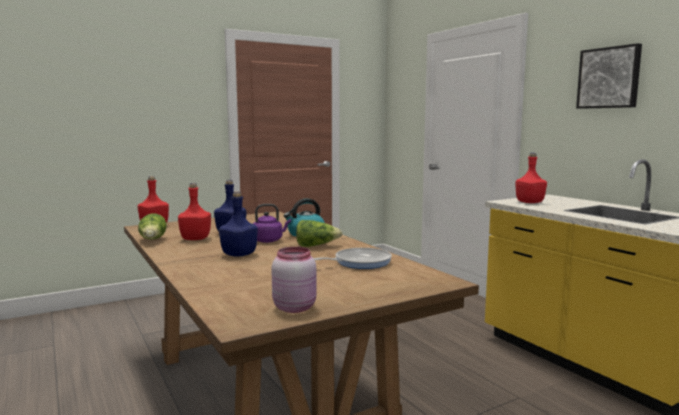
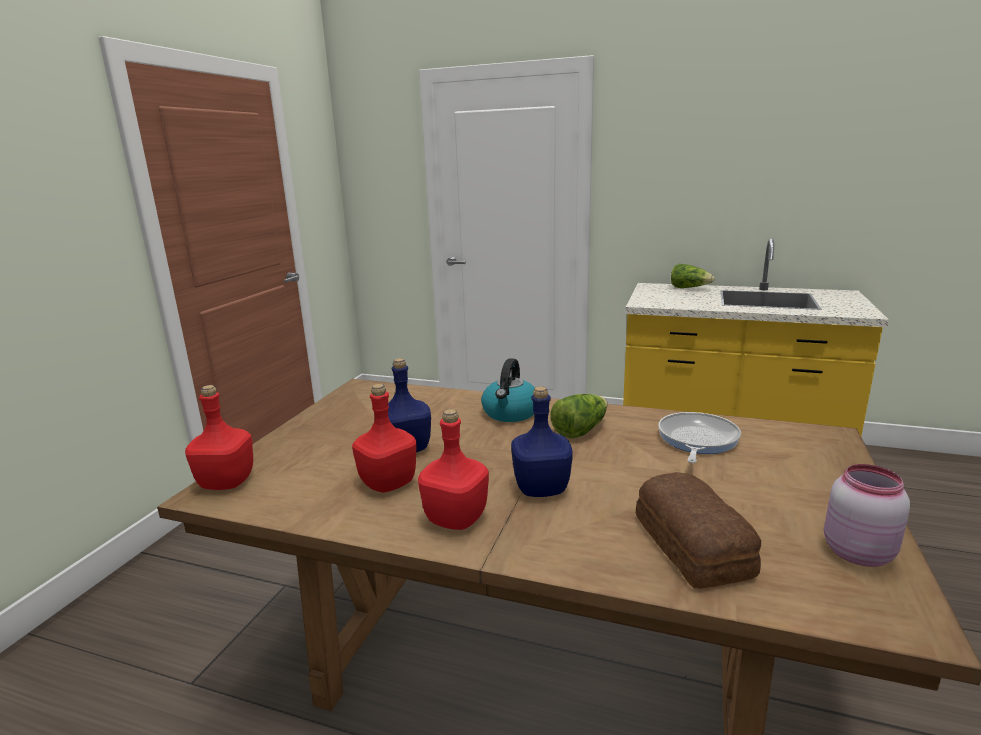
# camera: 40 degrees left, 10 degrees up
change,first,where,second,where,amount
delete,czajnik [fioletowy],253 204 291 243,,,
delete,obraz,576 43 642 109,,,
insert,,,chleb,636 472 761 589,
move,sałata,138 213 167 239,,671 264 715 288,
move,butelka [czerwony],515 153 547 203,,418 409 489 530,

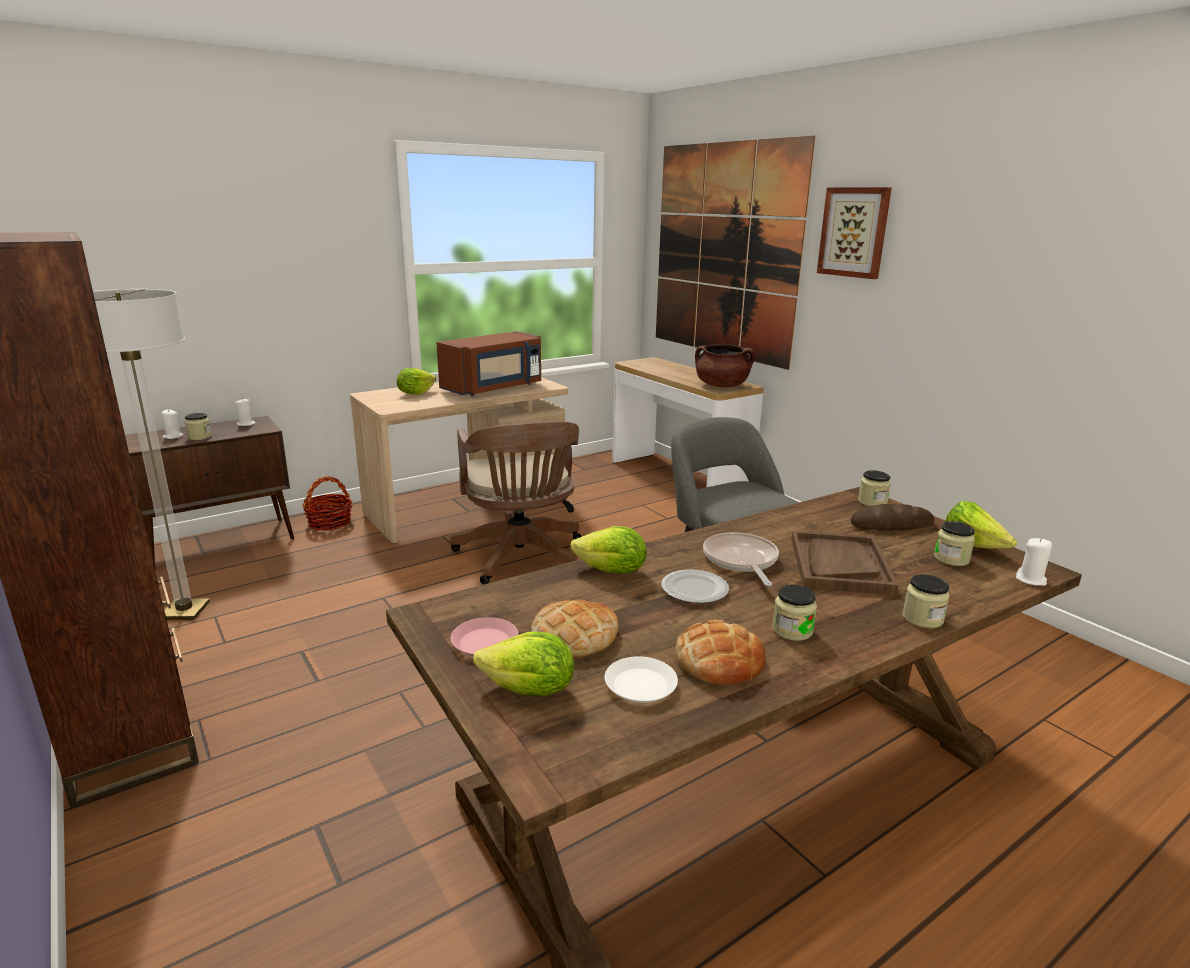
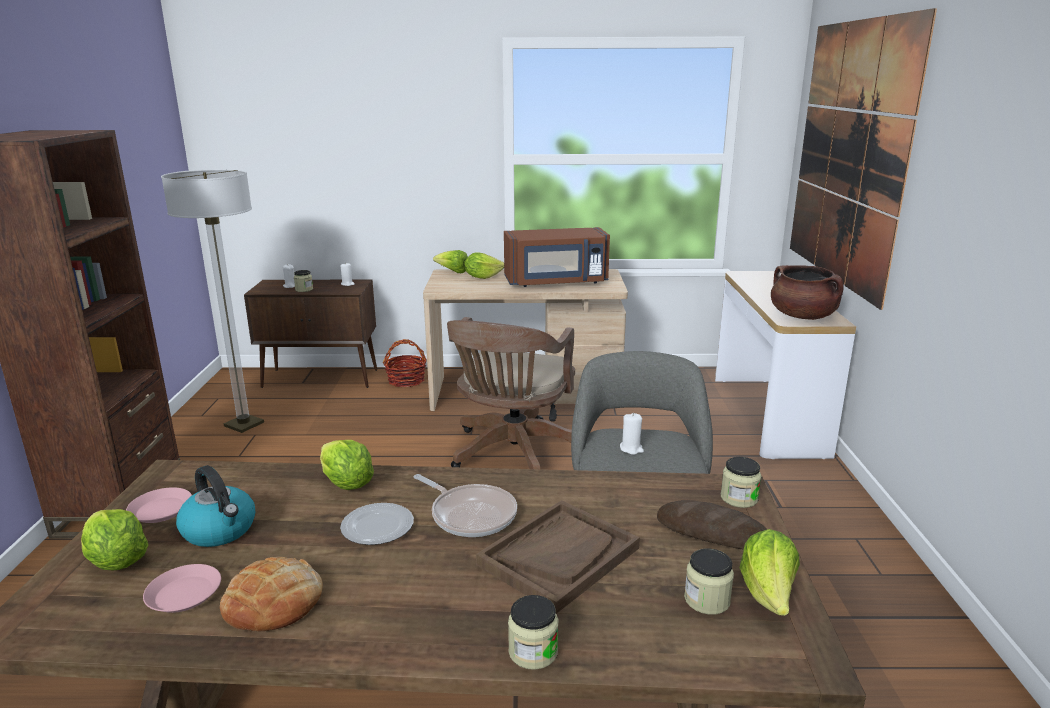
# camera: 35 degrees right, 0 degrees up
change,first,where,second,where,amount
delete,słoik,772 585 817 641,,,
delete,obraz,817 187 892 279,,,
insert,,,sałata,433 250 468 273,
move,świeca [biały],1016 538 1052 586,,620 413 644 455,
replace,chleb,531 599 619 658,czajnik,176 465 255 547,
recolor,talerz [biały],605 656 678 703,talerz [różowy],143 564 221 613,
rotate,patelnia,703 532 779 586,,414 474 517 537,105 degrees clockwise

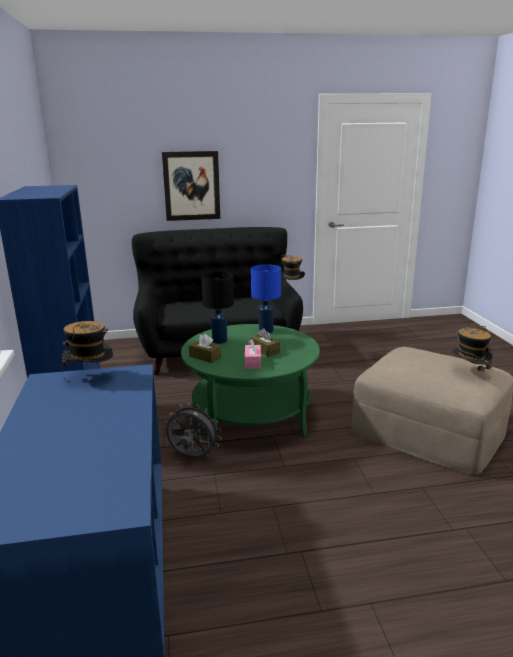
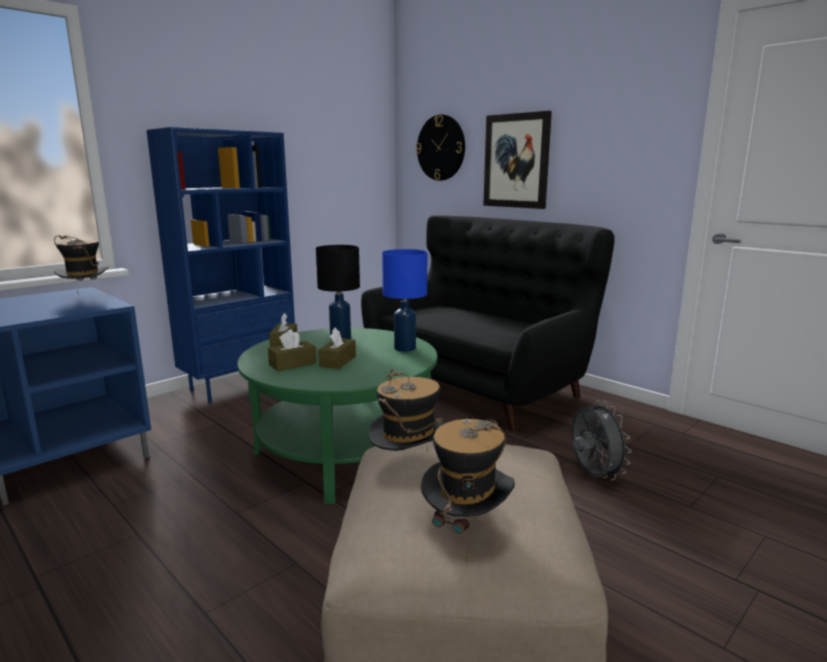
# camera: 55 degrees right, 5 degrees down
change,first,where,second,where,amount
insert,,,zegar ścienny,416 114 465 181,
move,wentylator [szary],166 403 222 459,,572 401 632 480,
move,kapelusz,281 255 305 286,,369 369 444 453,
recolor,pudełko chusteczek [różowy],245 339 261 369,pudełko chusteczek [brązowy],268 329 317 371,

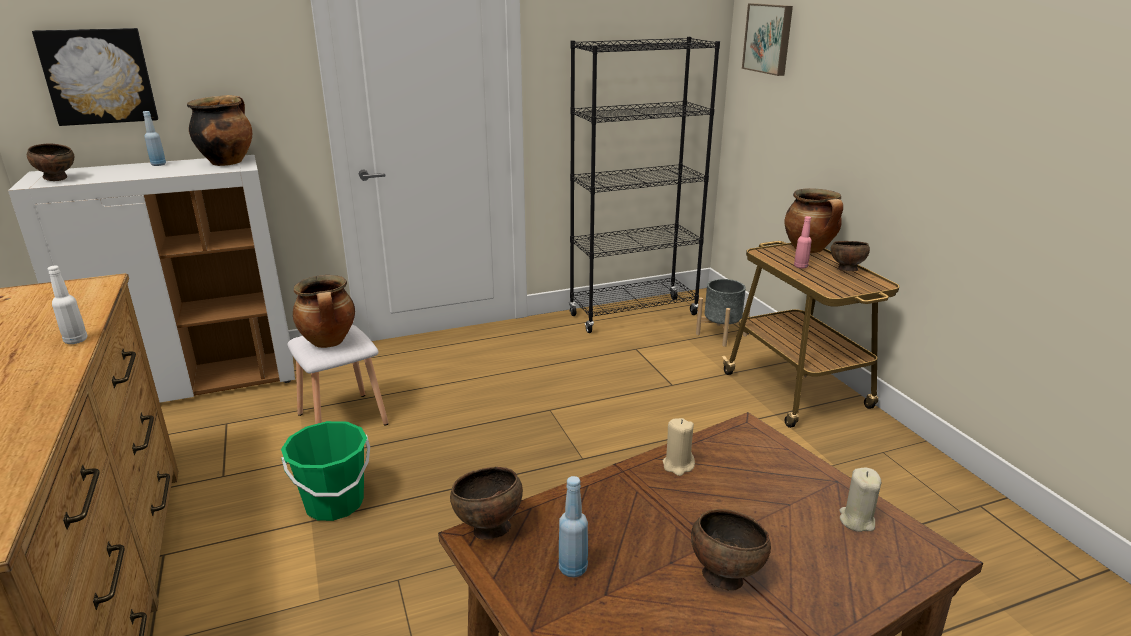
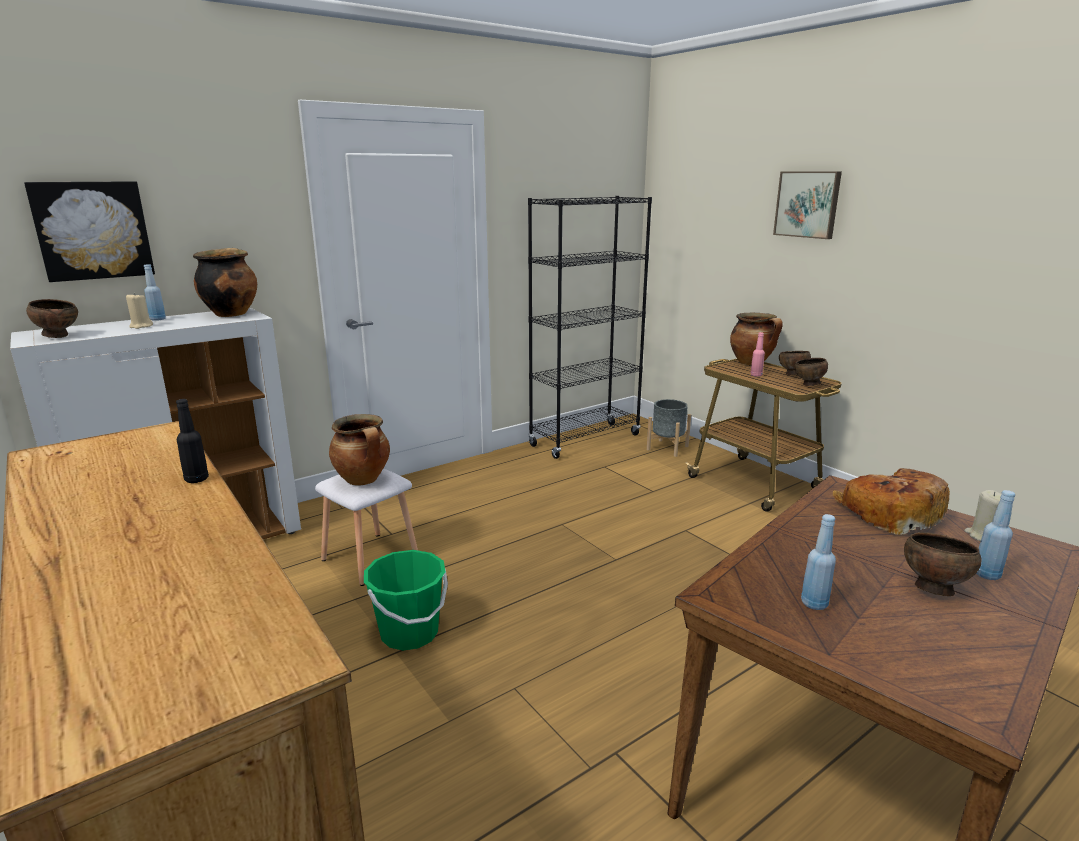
# camera: 15 degrees left, 5 degrees down
change,first,where,second,where,amount
insert,,,chleb,833 468 950 535,
insert,,,butelka [niebieski],976 490 1015 580,
move,miska [brązowy],450 467 523 540,,794 358 828 386,
move,świeca [beżowy],663 418 695 476,,126 293 153 329,
move,obraz,742 3 793 76,,773 171 842 239,
recolor,butelka [biały],48 266 88 344,butelka [czarny],176 399 209 483,

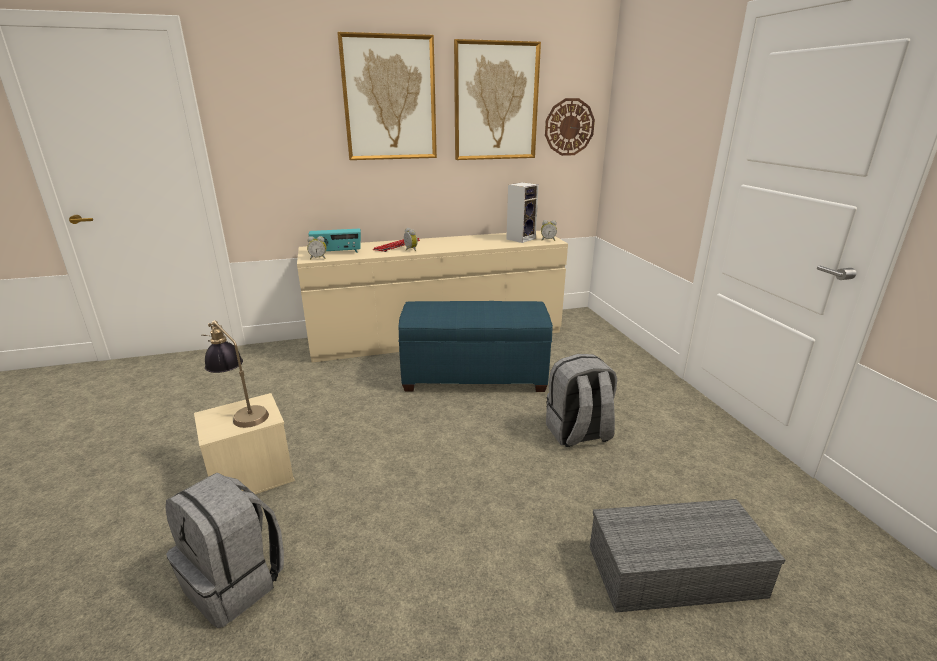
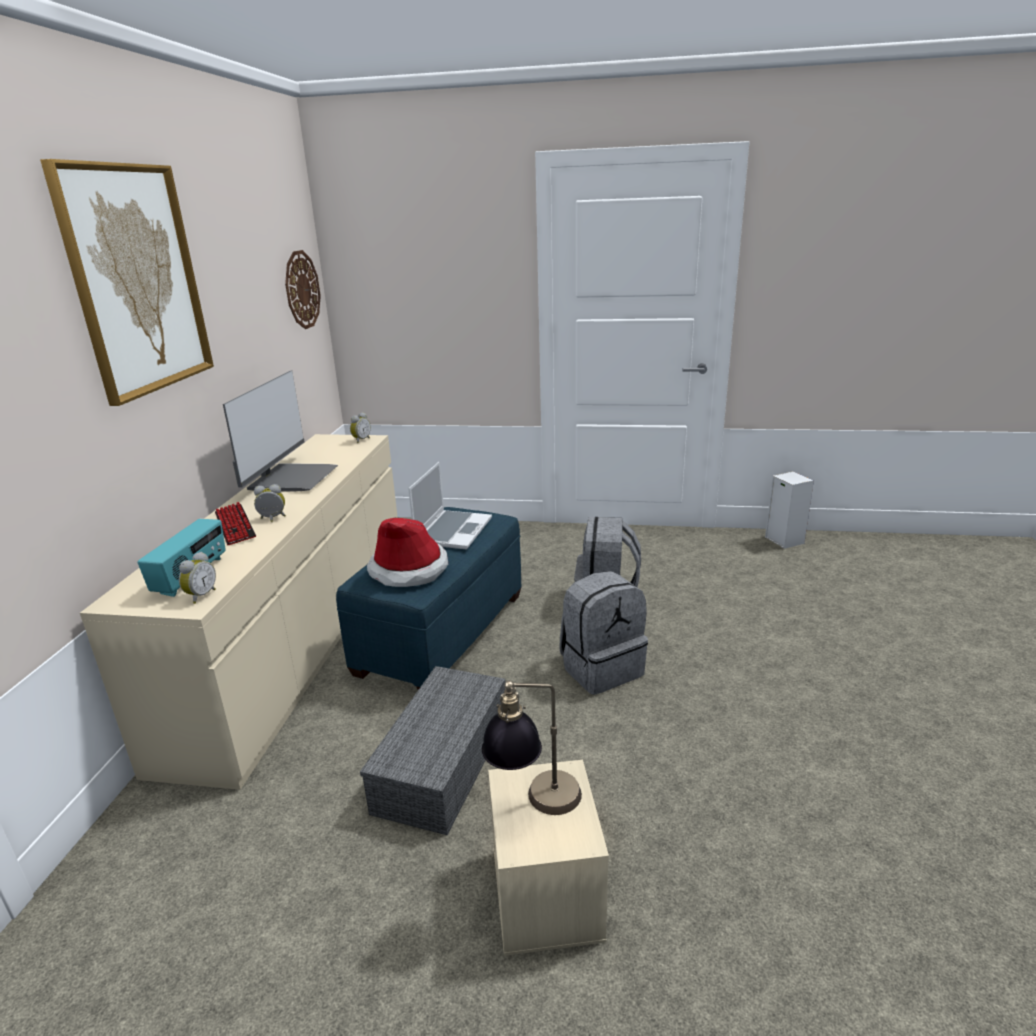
# camera: 65 degrees left, 0 degrees up
change,first,where,second,where,amount
delete,obraz,454 39 541 160,,,
insert,,,monitor,223 370 338 492,
insert,,,kapelusz,367 518 448 587,
insert,,,laptop,408 462 492 550,
move,plecak [szary],165 472 284 628,,559 571 648 695,
move,głośnik,506 182 539 243,,765 471 814 549,
move,pojemnik do przechowywania [szary],590 499 785 613,,360 666 505 835,

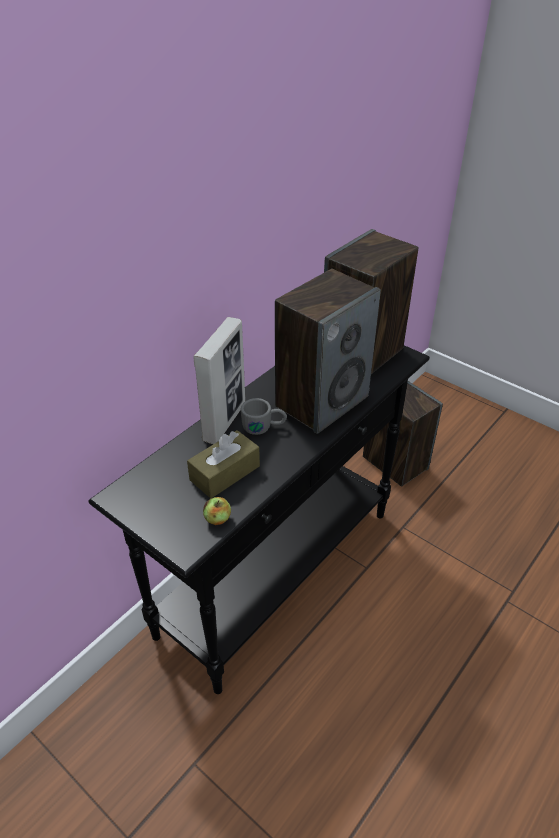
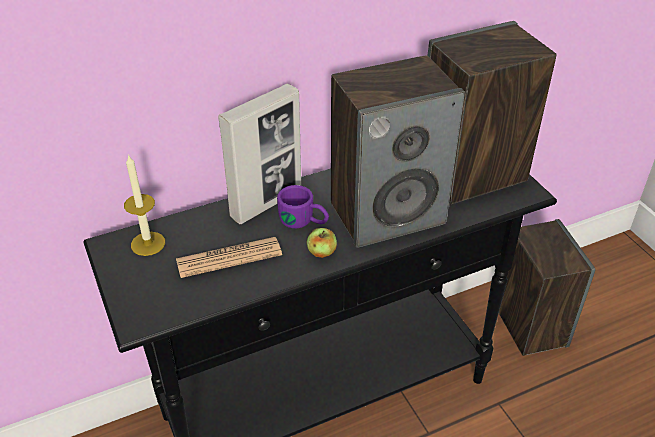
# camera: 25 degrees right, 0 degrees up
change,first,where,second,where,amount
insert,,,świeca,124 154 165 256,
move,jabłko,203 497 231 525,,307 228 337 258,
replace,pudełko chusteczek [brązowy],187 430 260 498,gazeta,176 237 282 278,
recolor,kubek [szary],241 398 287 435,kubek [fioletowy],277 185 329 228,

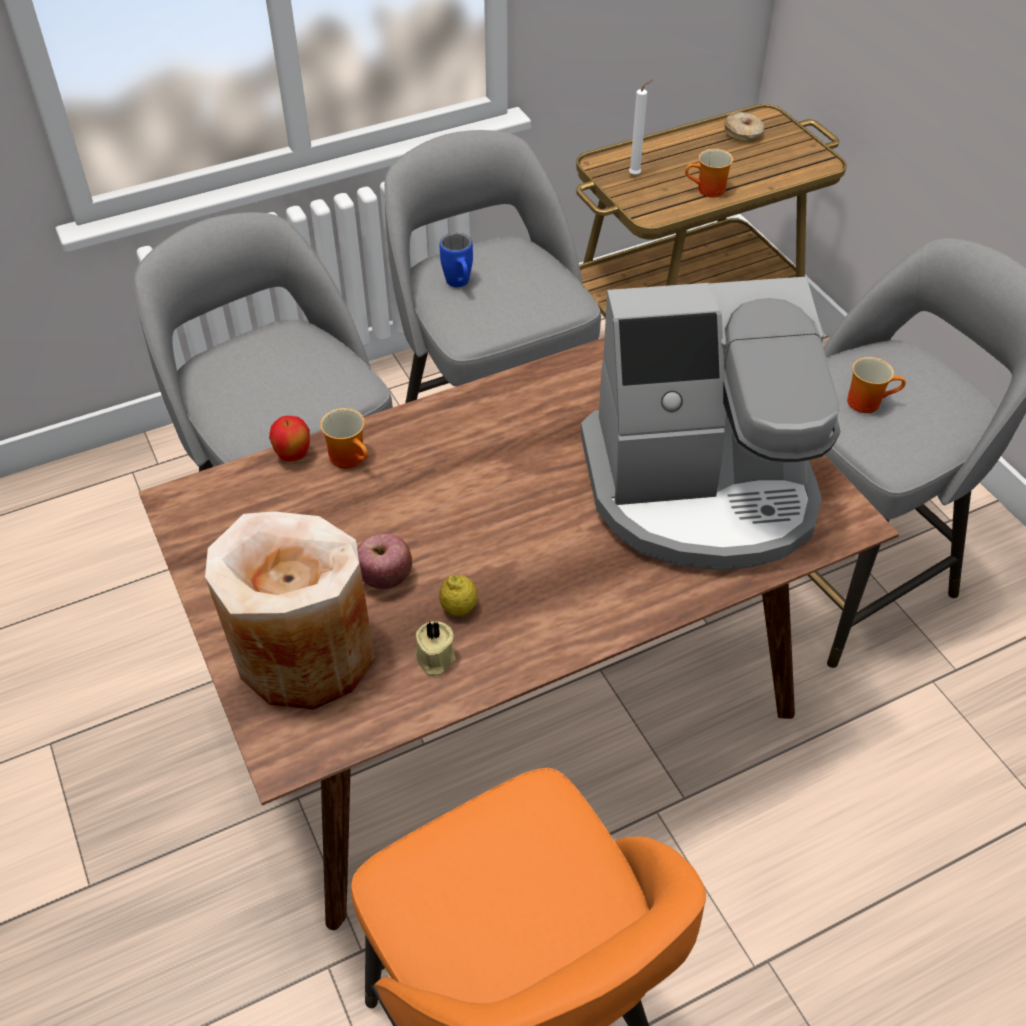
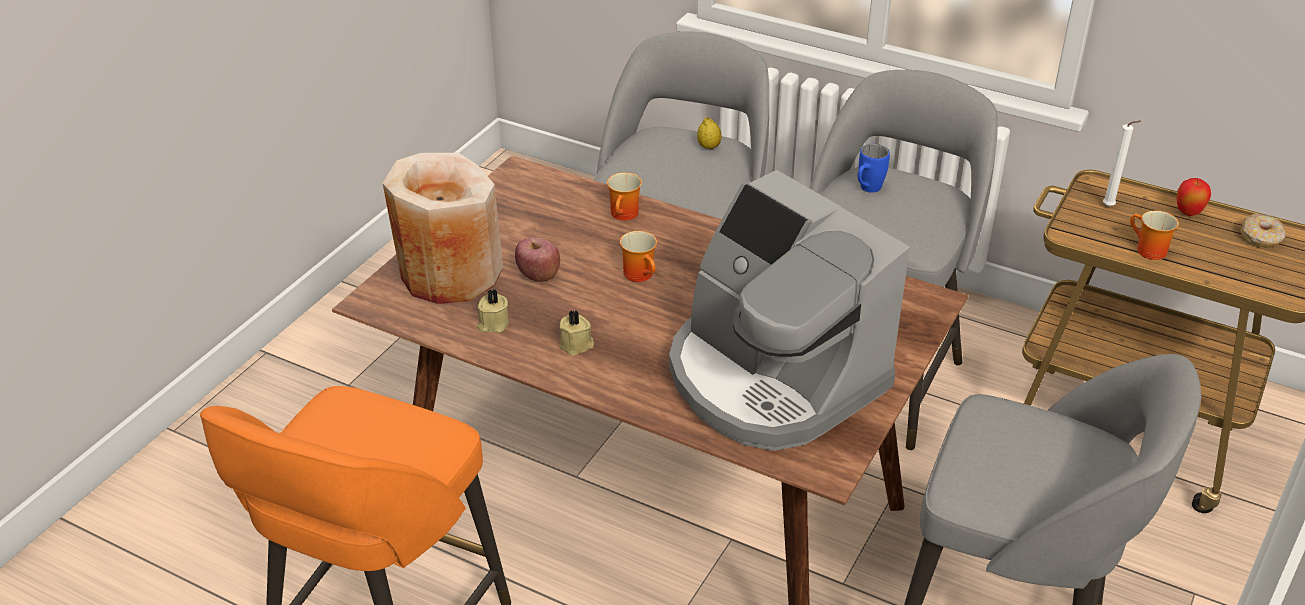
# camera: 55 degrees right, 10 degrees down
change,first,where,second,where,amount
insert,,,świeca [beżowy],560 310 594 356,
move,jabłko,269 416 310 461,,1177 178 1211 216,
move,cytryna,439 575 477 616,,697 117 721 149,
move,kubek,847 357 906 413,,620 231 657 282,

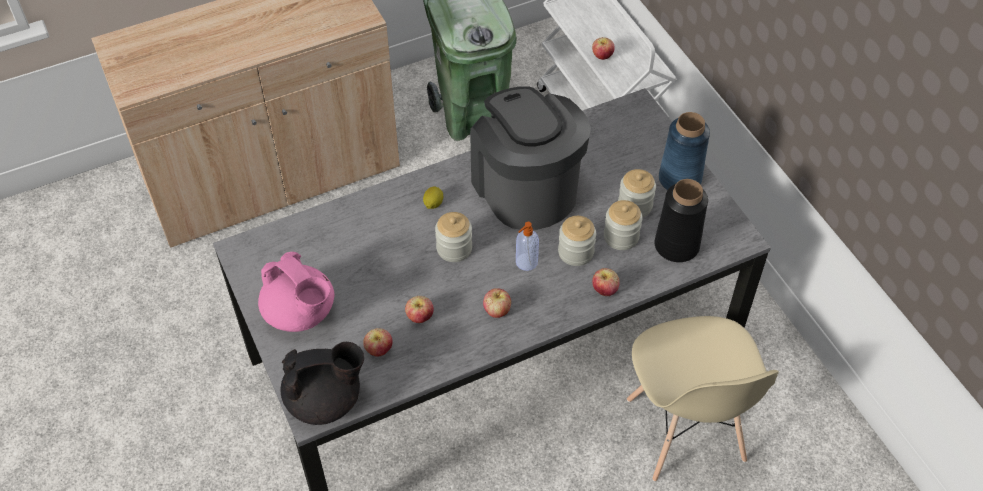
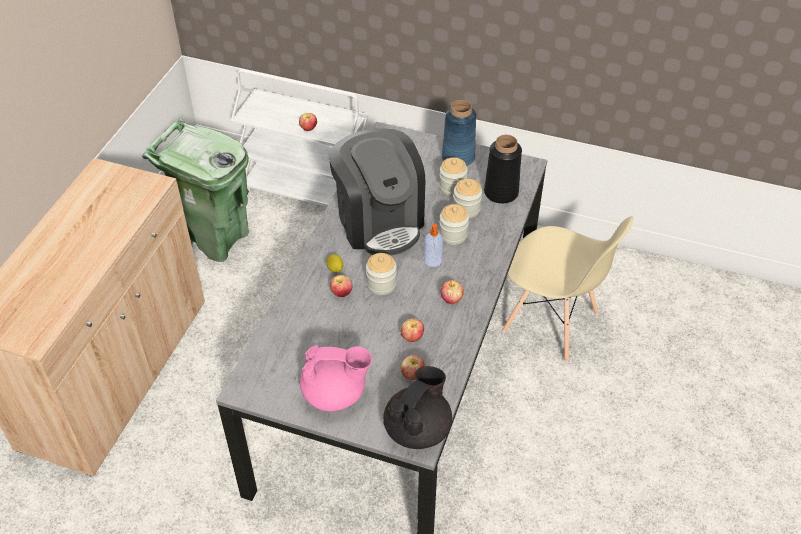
# camera: 45 degrees left, 5 degrees down
change,first,where,second,where,amount
move,jabłko,592 268 620 296,,330 275 353 297,
rotate,ekspres do kawy,470 86 591 230,,328 128 425 256,135 degrees counterclockwise

